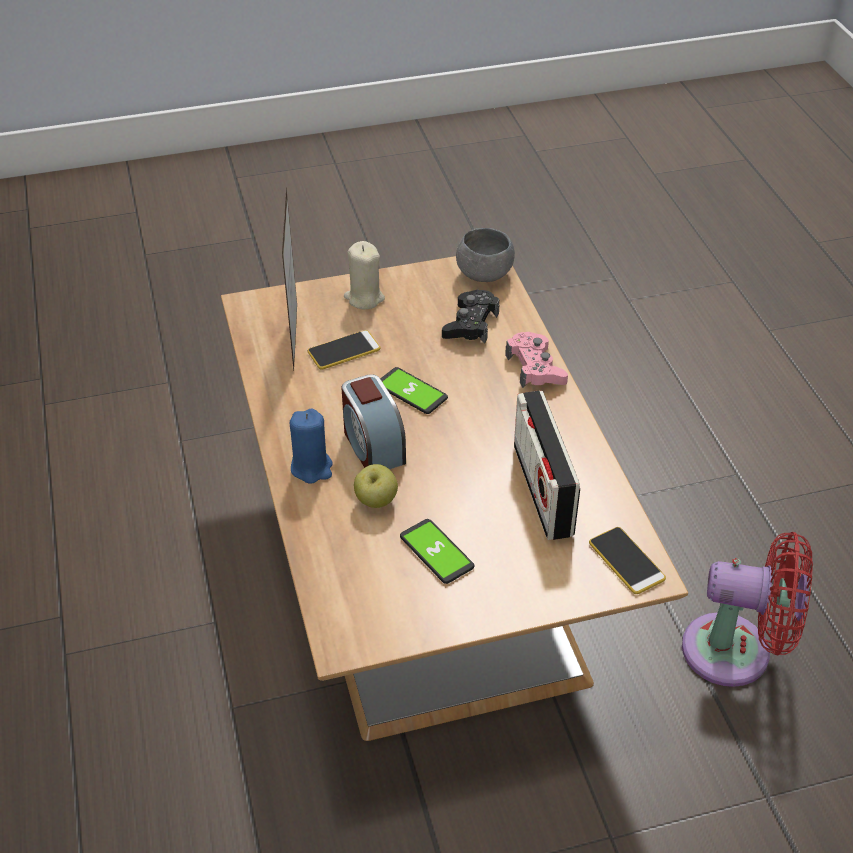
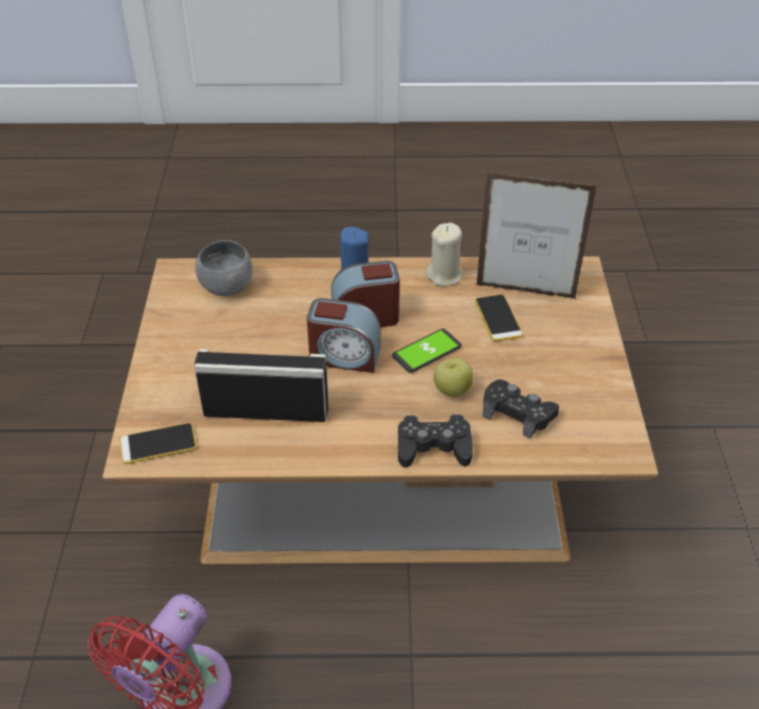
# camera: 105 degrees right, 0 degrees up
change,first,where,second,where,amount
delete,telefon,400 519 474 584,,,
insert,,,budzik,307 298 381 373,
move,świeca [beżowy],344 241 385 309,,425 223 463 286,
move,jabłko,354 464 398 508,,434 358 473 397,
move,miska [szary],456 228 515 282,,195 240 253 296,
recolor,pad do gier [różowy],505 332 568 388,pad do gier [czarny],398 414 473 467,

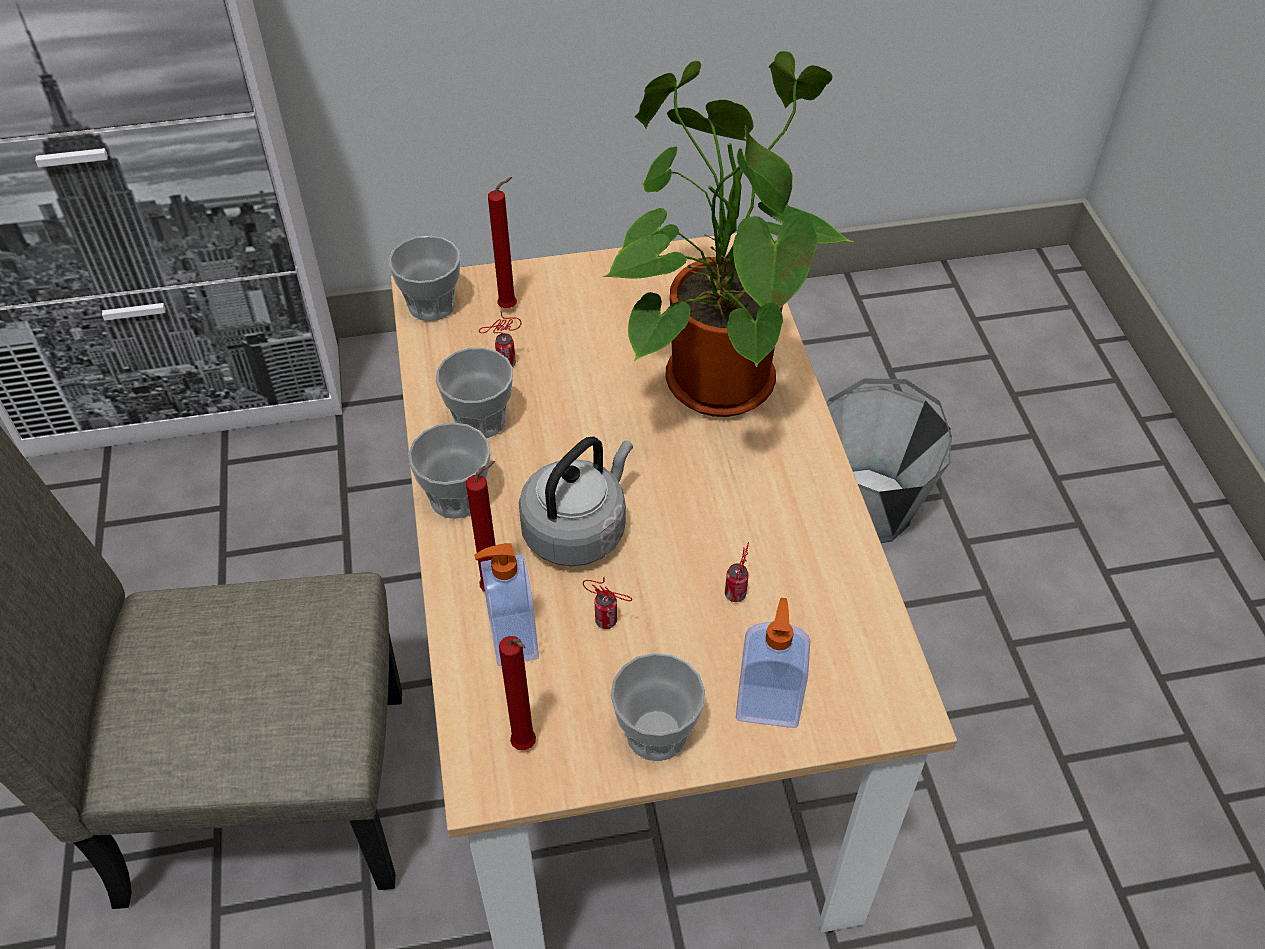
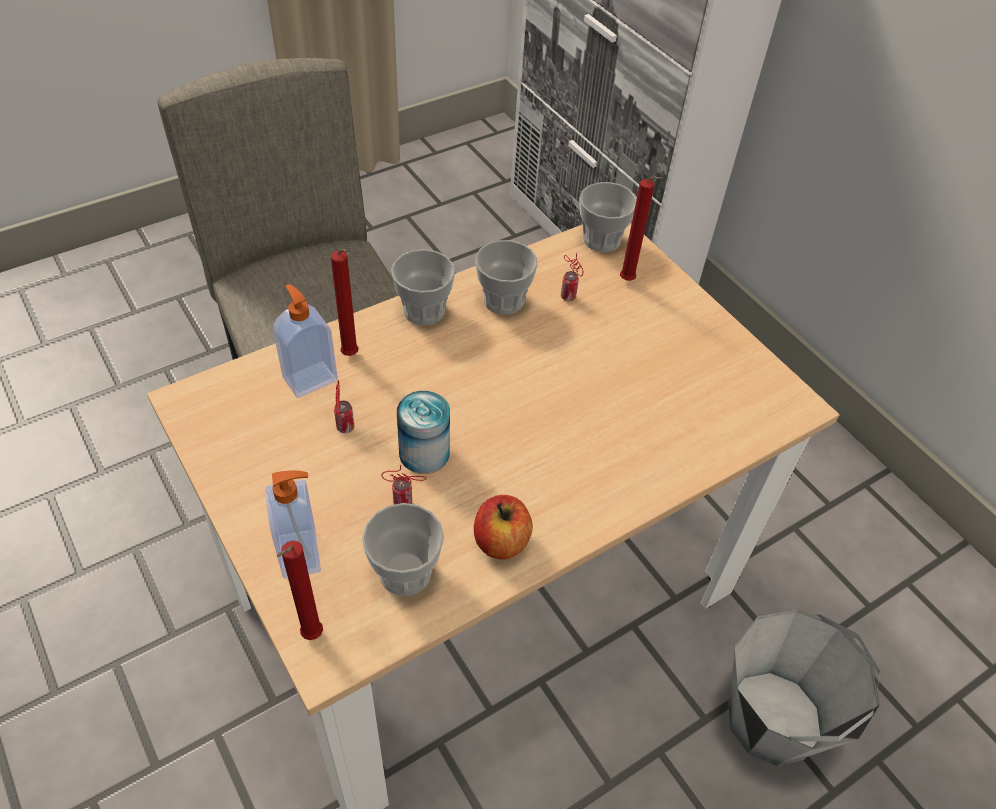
# camera: 65 degrees right, 0 degrees up
change,first,where,second,where,amount
delete,czajnik [szary],519 437 633 567,,,
delete,roślina doniczkowa,603 51 853 417,,,
insert,,,puszka,397 391 450 474,
insert,,,jabłko,474 495 533 559,
move,świeca [czerwony],499 636 536 750,,277 541 323 640,
move,filiżanka,610 653 705 761,,362 503 444 596,

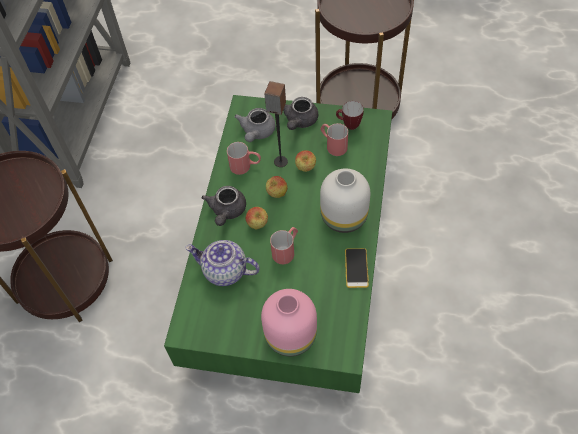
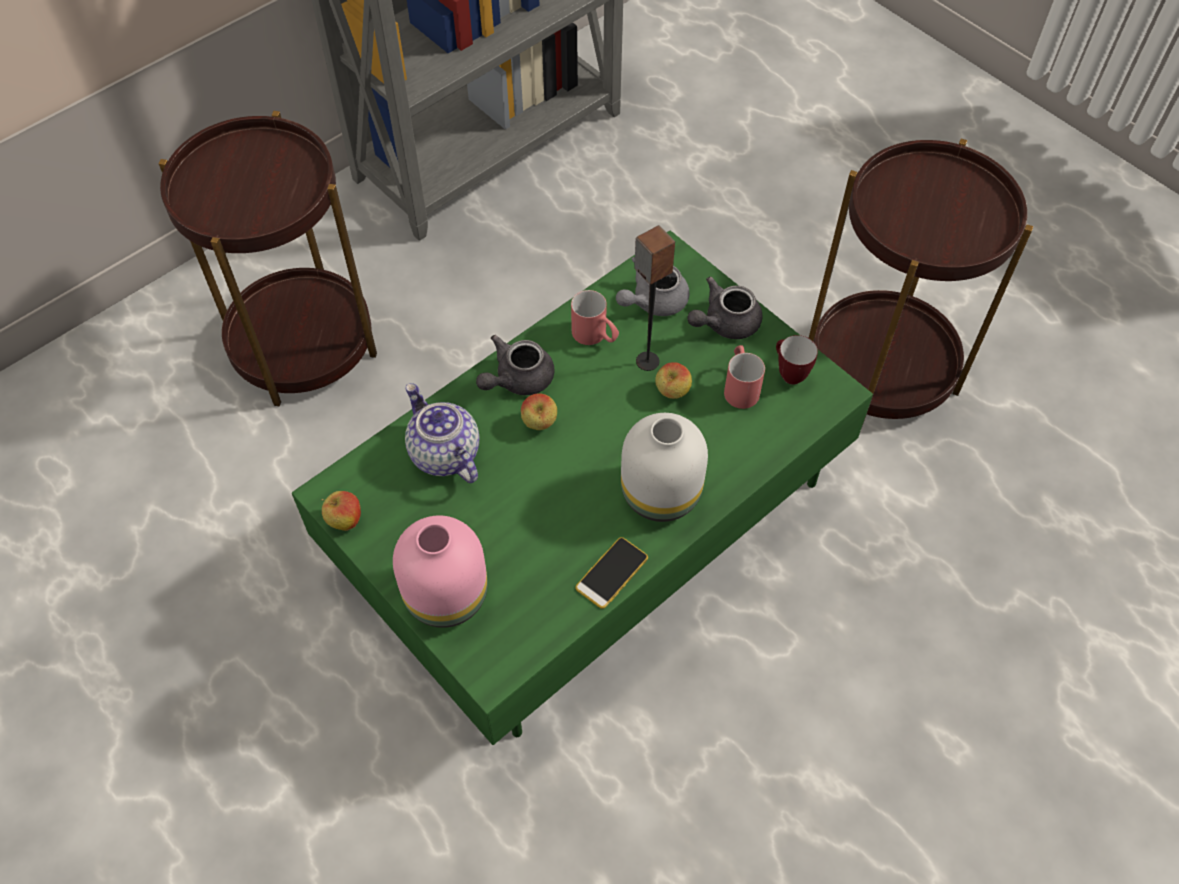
# camera: 35 degrees right, 0 degrees up
change,first,where,second,where,amount
delete,kubek [czerwony],270 227 298 264,,,
move,jabłko,266 176 287 198,,322 491 361 531,

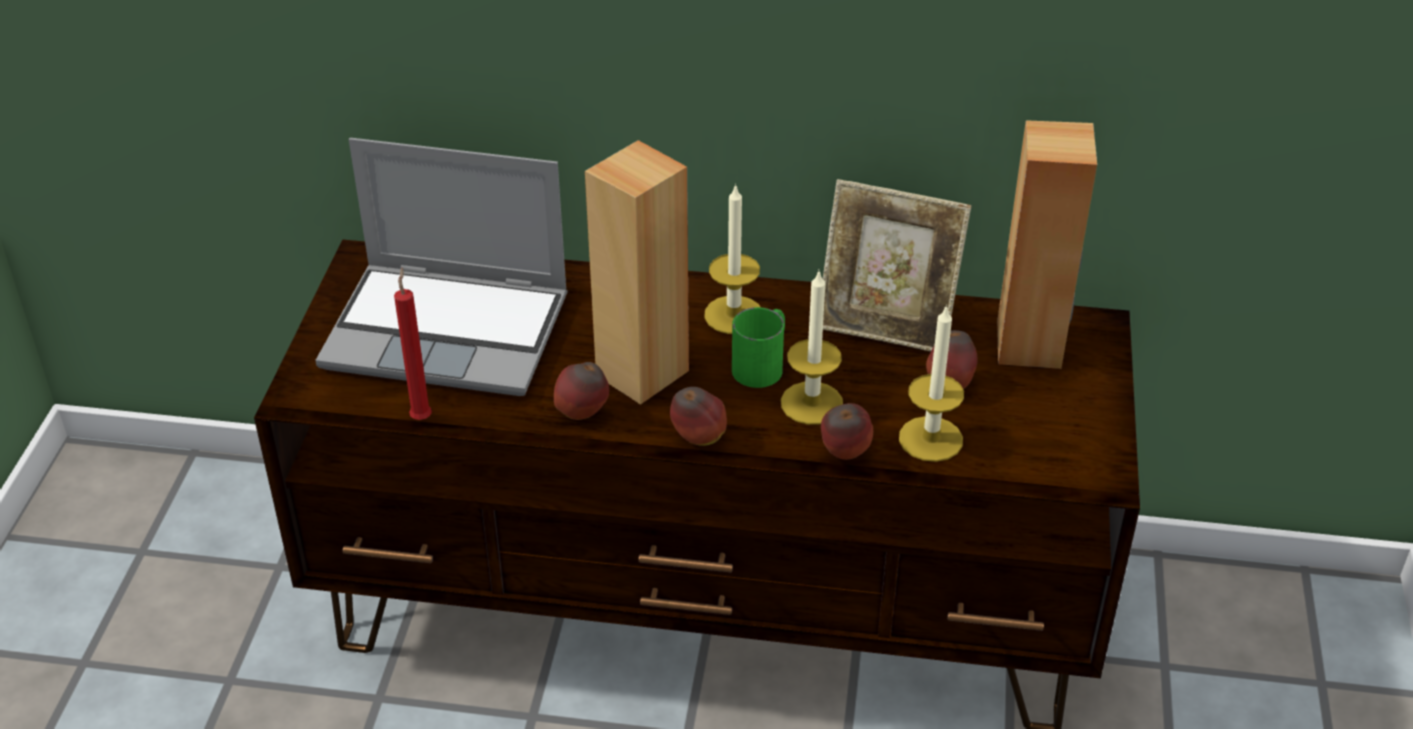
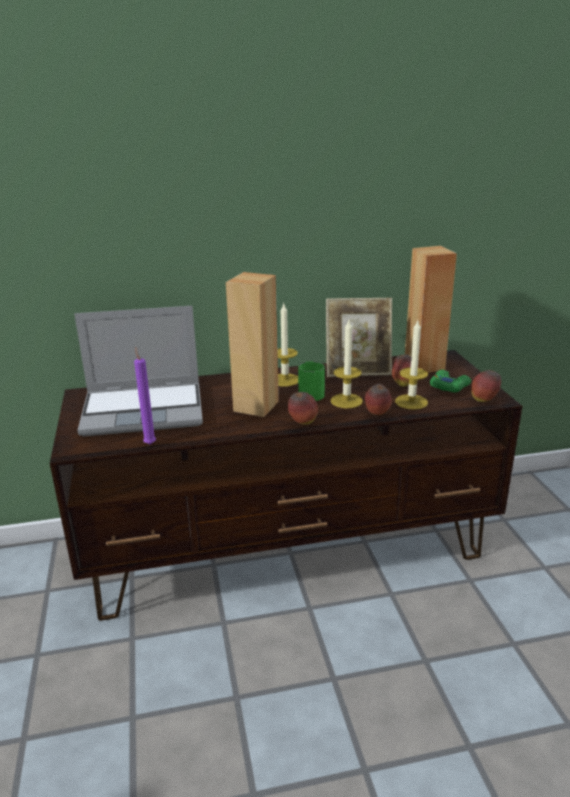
# camera: 20 degrees left, 15 degrees down
change,first,where,second,where,amount
insert,,,pad do gier [zielony],430 370 471 393,
move,jabłko,554 362 609 420,,471 370 501 402,
recolor,świeca [czerwony],394 268 432 420,świeca [fioletowy],134 347 156 445,

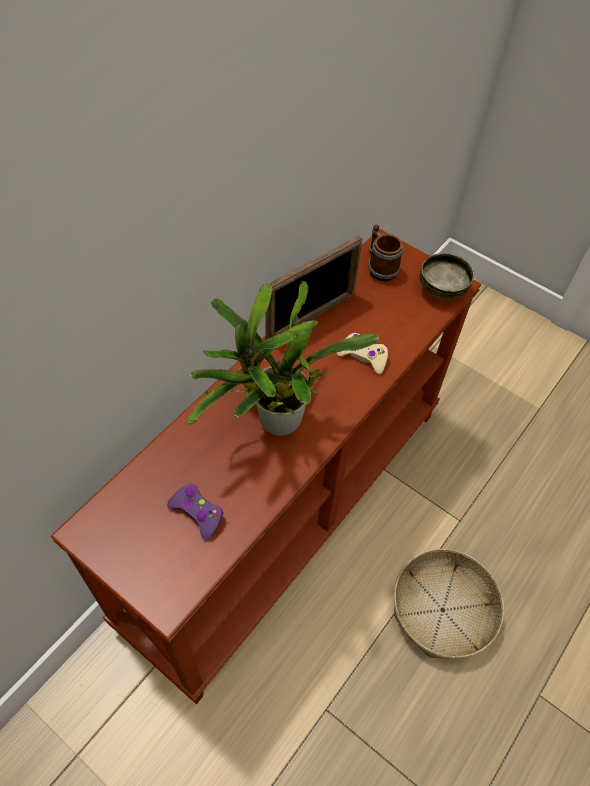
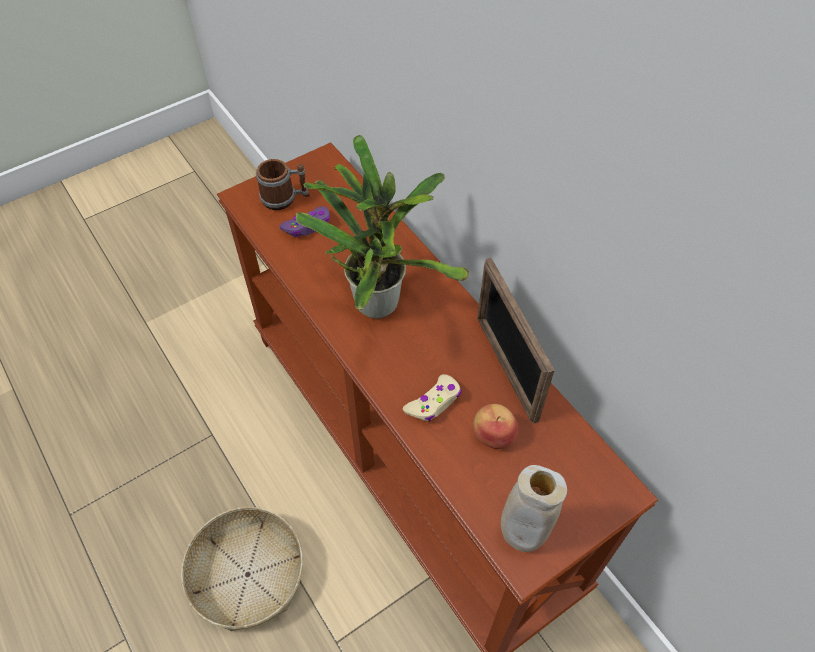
# camera: 110 degrees right, 0 degrees up
change,first,where,second,where,amount
insert,,,jabłko,473 404 518 449,
move,kubek,368 225 403 281,,256 159 310 210,
replace,miska,420 253 474 299,wazon [beżowy],501 465 567 552,

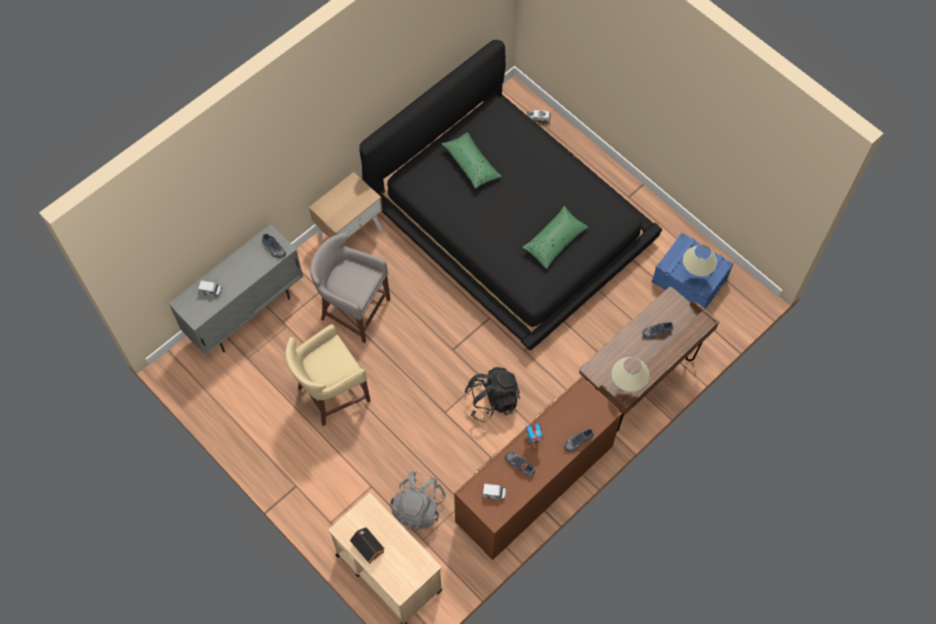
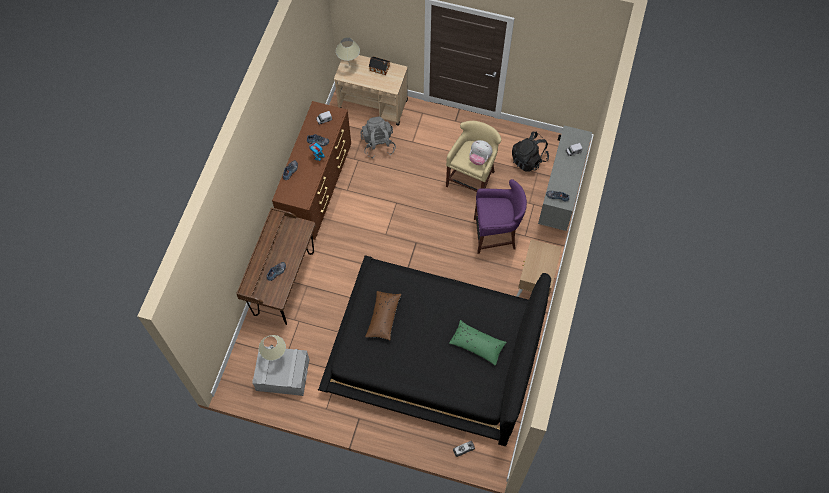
# camera: 150 degrees right, 0 degrees up
change,first,where,second,where,amount
insert,,,pluszak,469 140 493 165,
move,plecak [czarny],464 367 520 422,,512 131 549 172,
move,lampa stołowa [beżowy],612 357 649 392,,336 37 360 61,
recolor,stołek [szary],310 233 390 343,stołek [fioletowy],474 179 527 254,
recolor,poduszka [zielony],522 206 588 269,poduszka [brązowy],365 291 401 340,
recolor,pojemnik do przechowywania [niebieski],652 233 733 309,pojemnik do przechowywania [szary],252 346 310 396,

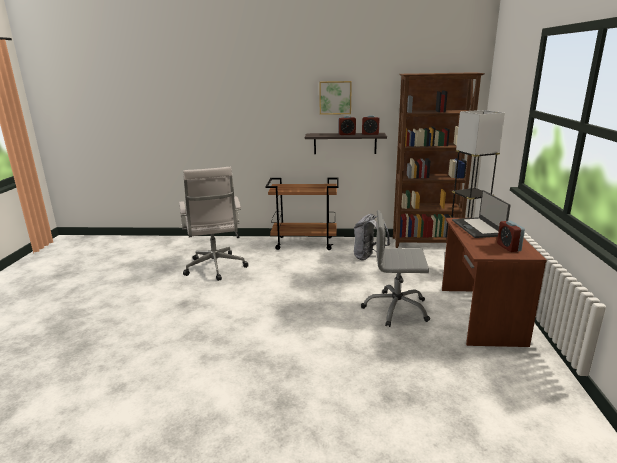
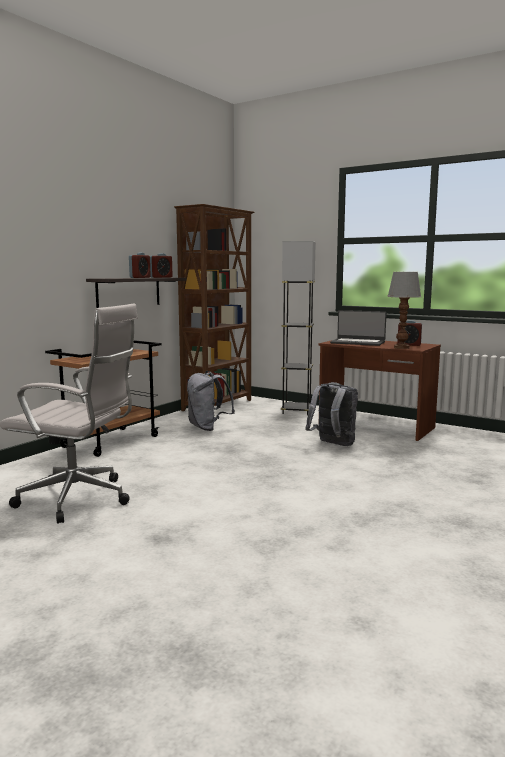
# camera: 60 degrees left, 10 degrees down
change,first,where,second,where,amount
delete,obraz,319 81 352 115,,,
insert,,,lampa stołowa,387 272 421 349,
replace,krzesło biurowe [szary],361 210 430 327,plecak [szary],305 382 358 446,

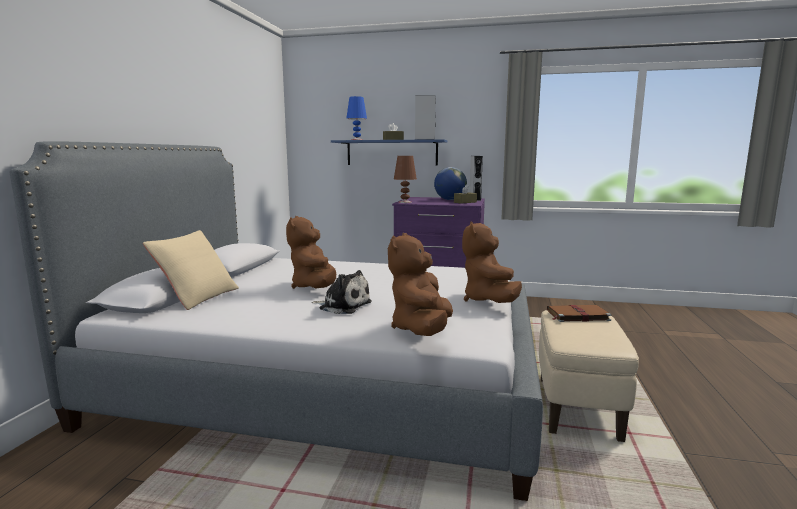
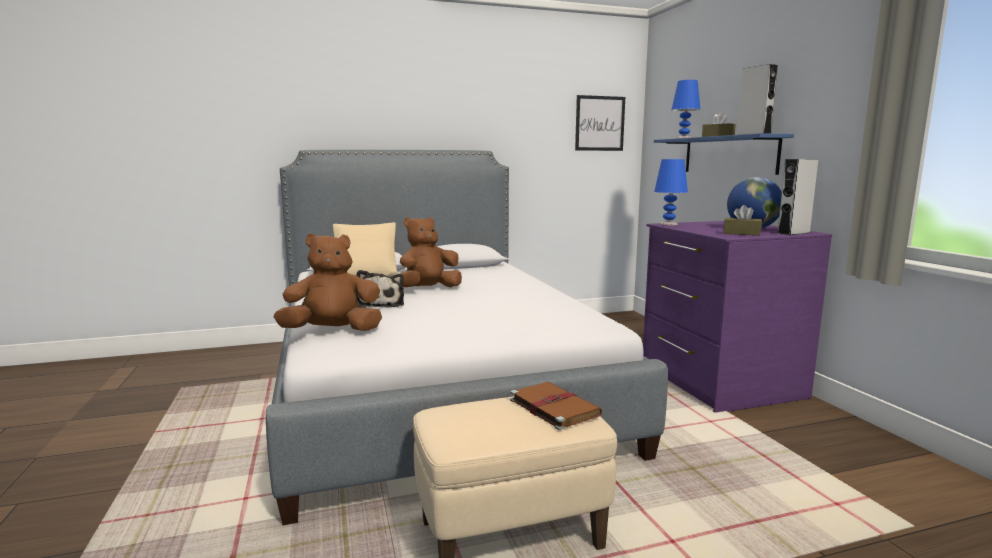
# camera: 60 degrees right, 0 degrees up
change,first,where,second,where,amount
delete,pluszak [brązowy],462 222 522 303,,,
insert,,,obraz,575 95 625 151,
recolor,lampa stołowa [brązowy],394 156 417 203,lampa stołowa [niebieski],654 159 688 225,

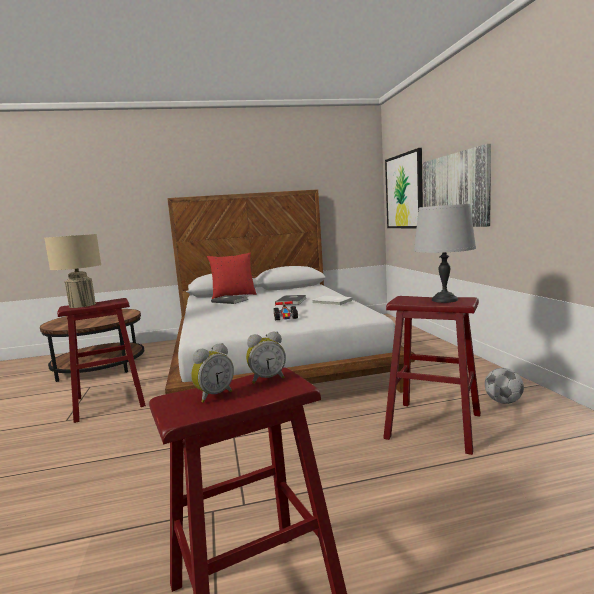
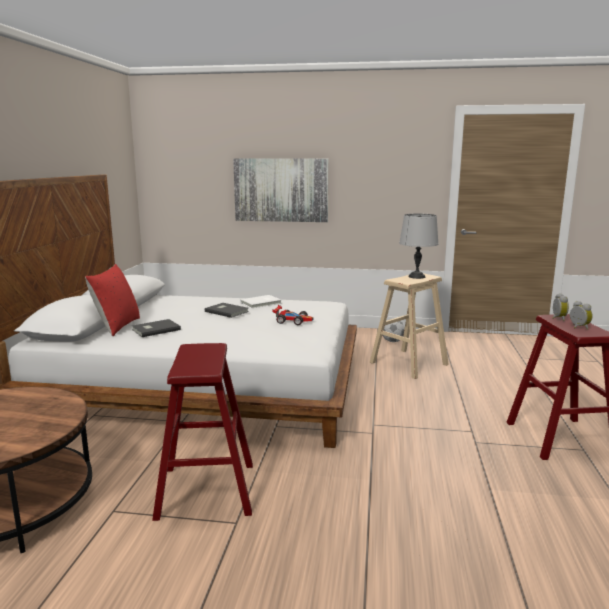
# camera: 70 degrees left, 5 degrees up
change,first,where,second,where,amount
delete,lampa stołowa [beżowy],44 234 101 308,,,
delete,obraz,385 148 423 228,,,
recolor,stołek [czerwony],383 296 481 455,stołek [beżowy],370 273 449 379,

